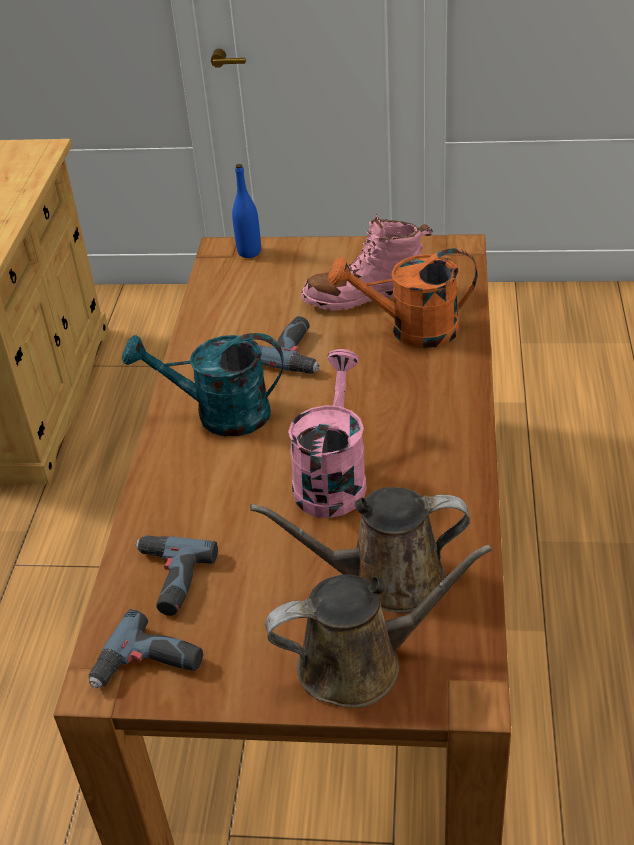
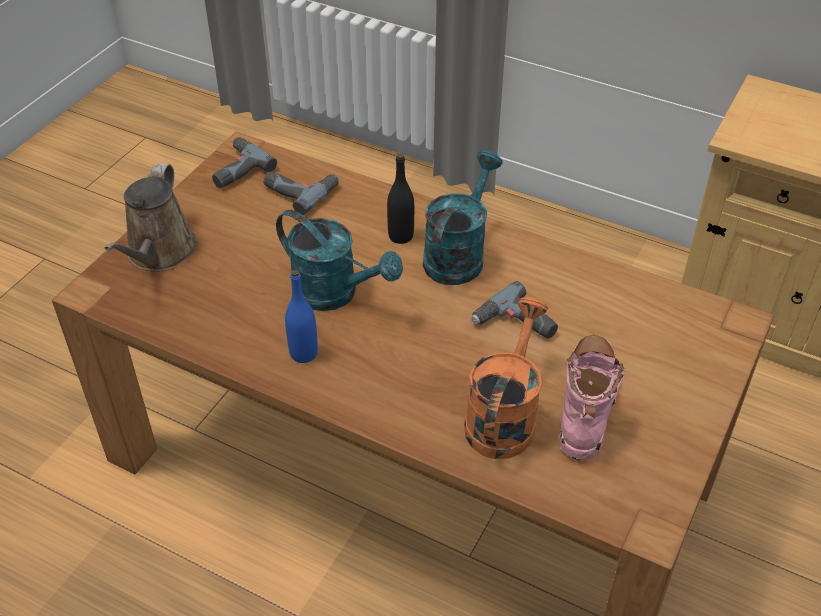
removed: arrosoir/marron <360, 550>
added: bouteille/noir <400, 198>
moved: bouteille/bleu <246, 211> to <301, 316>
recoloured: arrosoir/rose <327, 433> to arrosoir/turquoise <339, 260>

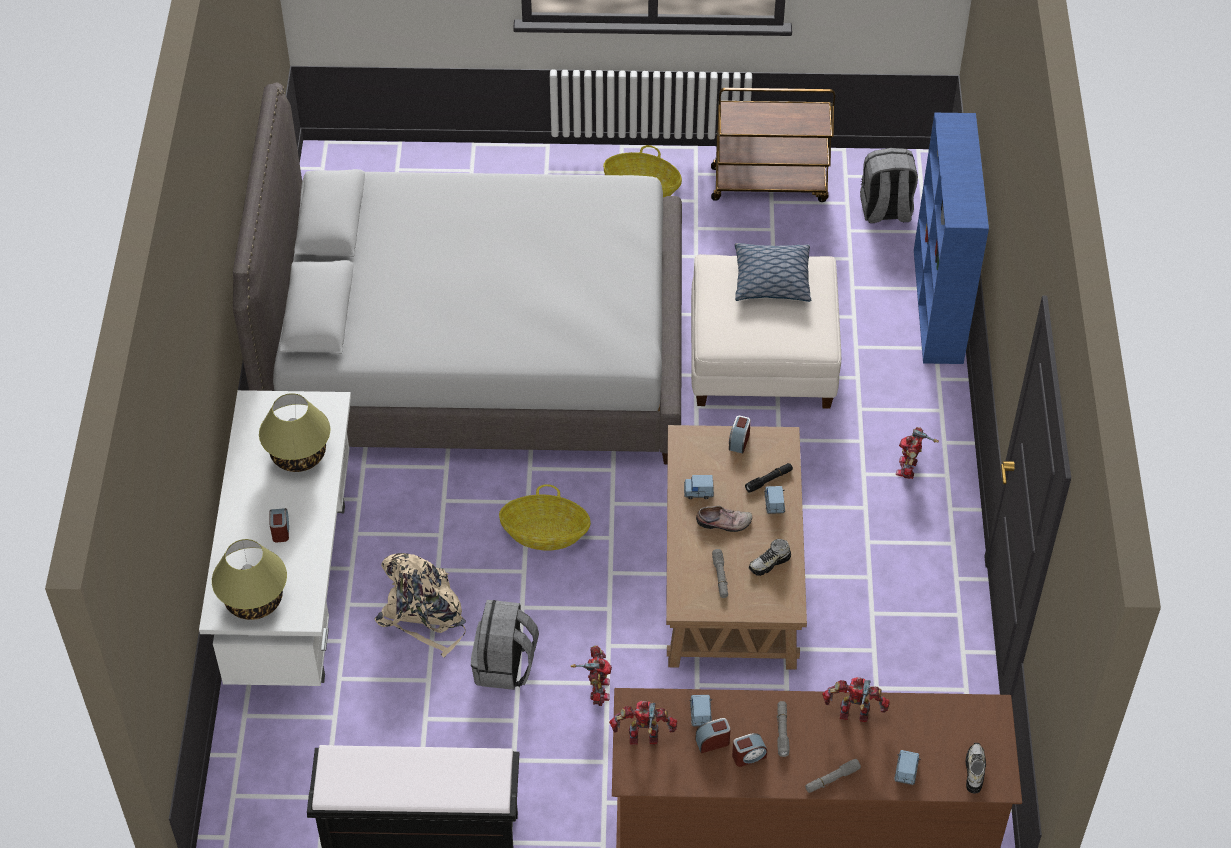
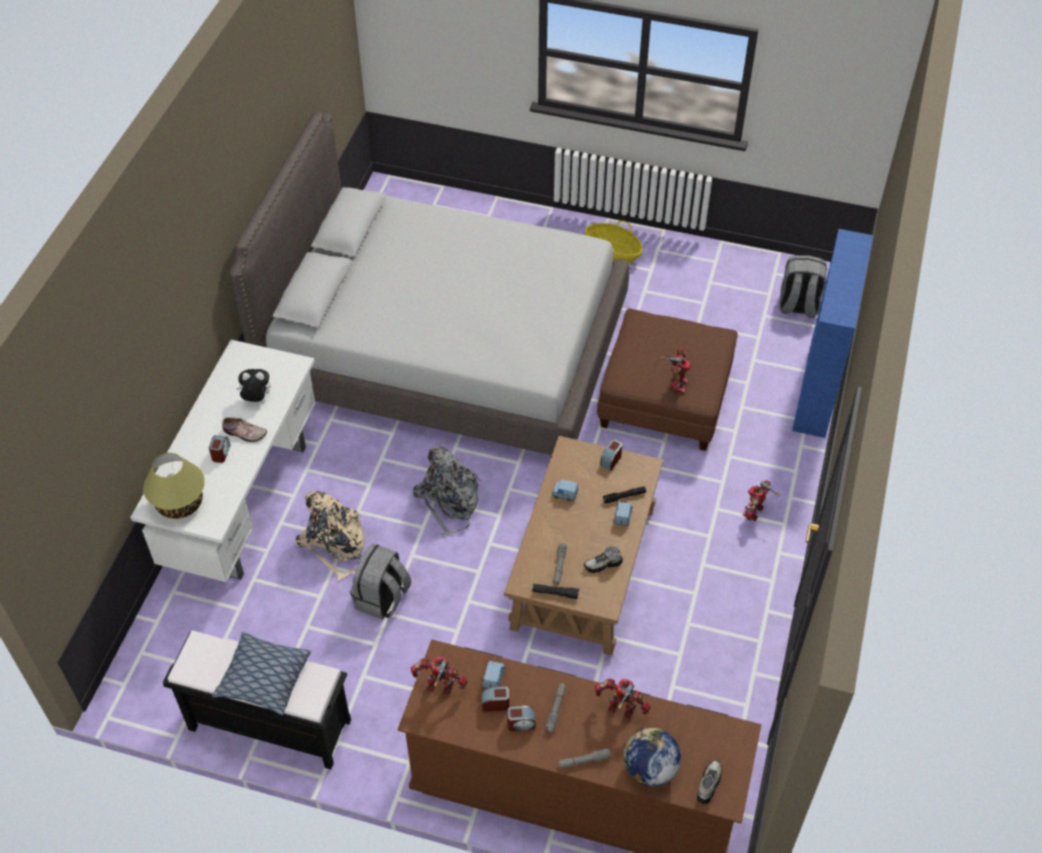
removed: chariot/marron <773, 145>
added: lampe de poche/noir <555, 591>
moved: coussin <773, 272> to <261, 673>; chaussure <724, 519> to <244, 429>; robot jouet <591, 675> to <675, 370>
replaced: lampe de table <294, 432> to peluche <253, 385>; panier <545, 517> to sac à dos/gris <447, 491>; petite voiture/bleu <907, 767> to globe <652, 757>
recoloured: pouf/blanc <766, 331> to pouf/marron <667, 380>

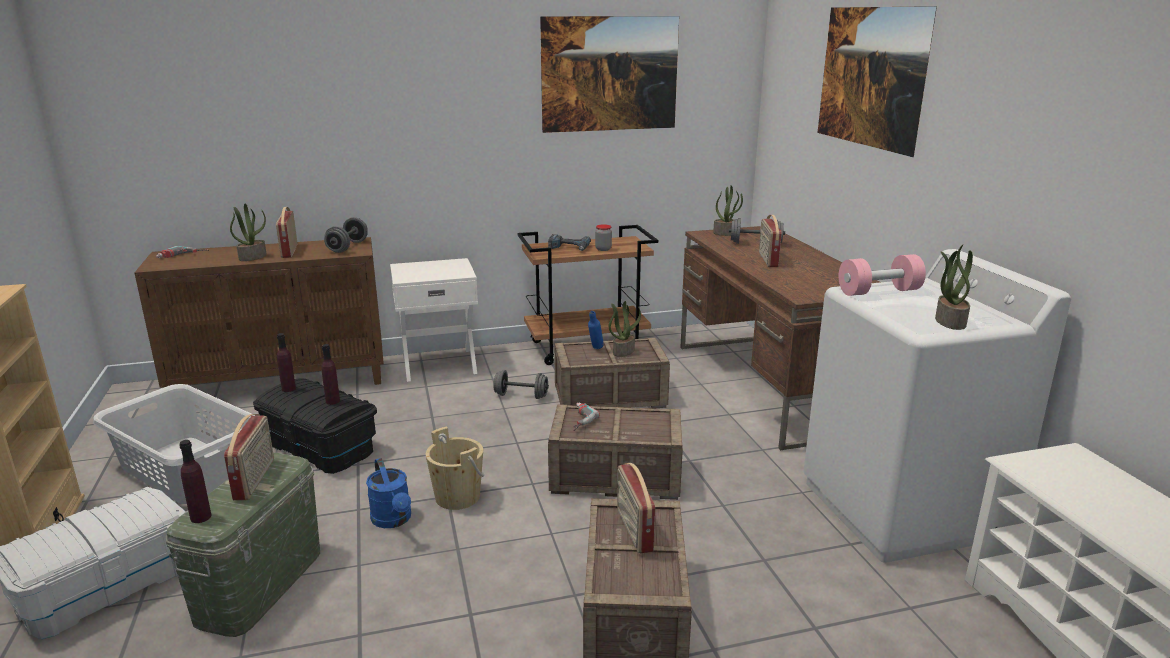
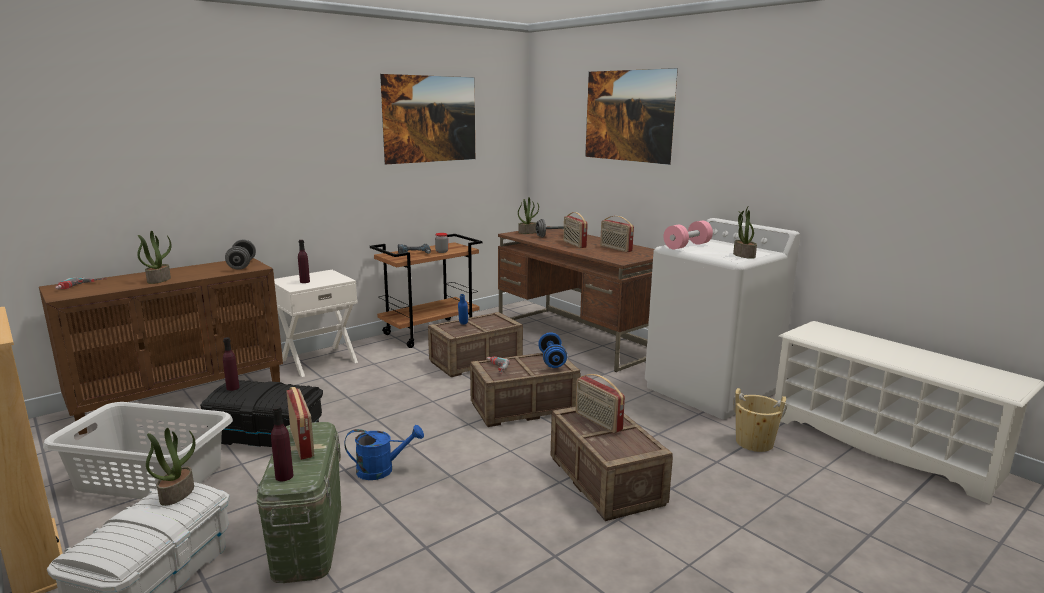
removed: haltère/gris <521, 384>
added: haltère/bleu <552, 350>
moved: radio <287, 232> to <617, 234>; plante en pot <625, 329> to <171, 467>; bouteille/violet <330, 374> to <304, 261>; seau/beige <454, 468> to <760, 420>
turned: arrosoir/bleu <388, 493> = <384, 452> 45 degrees counterclockwise

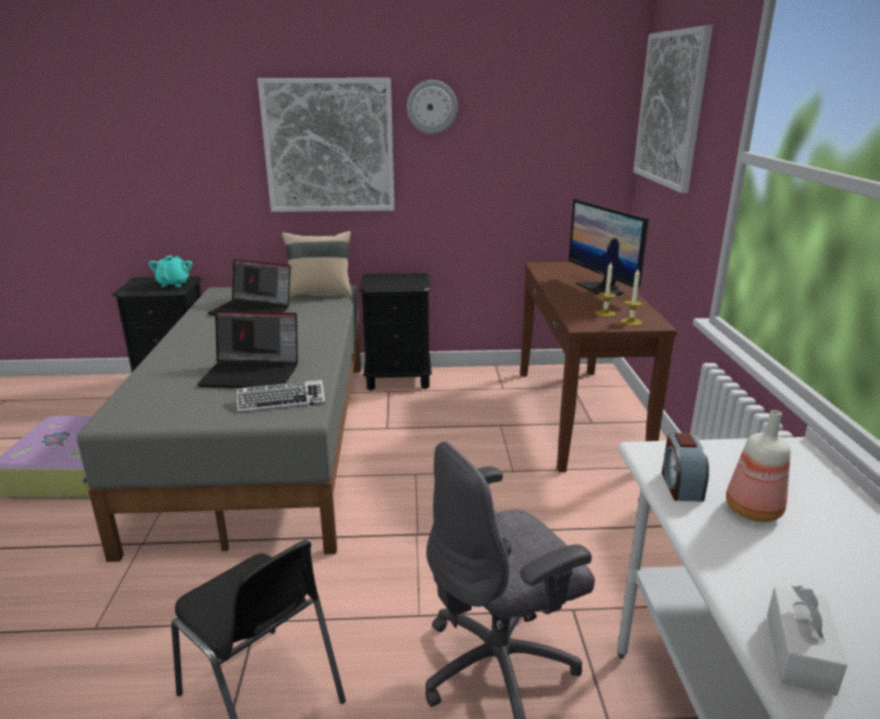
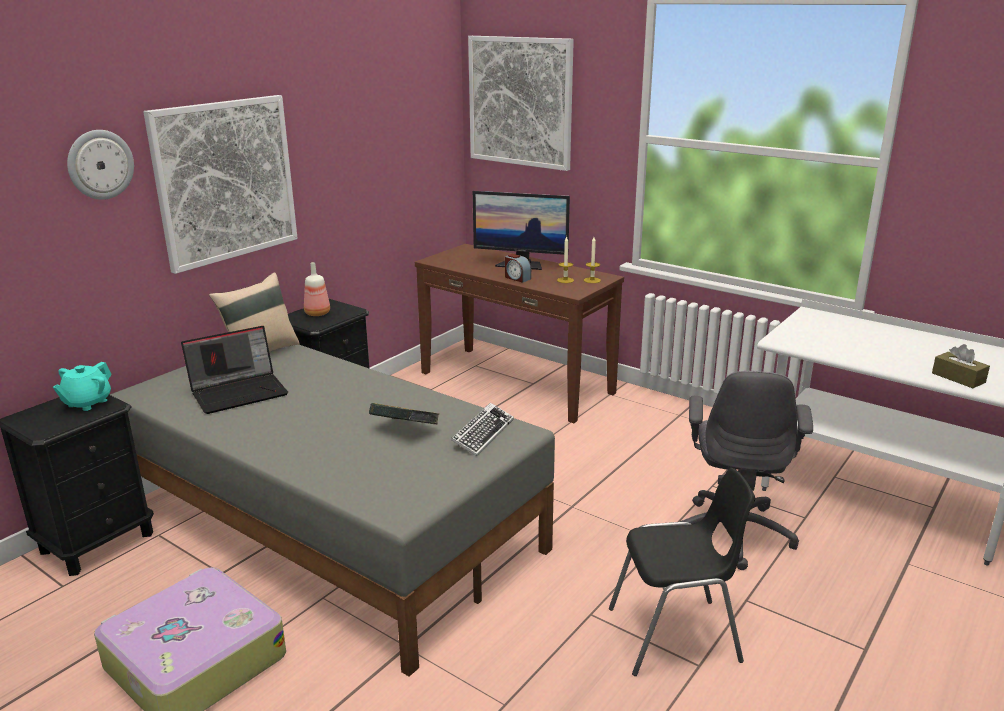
moved: horloge murale <432, 107> to <100, 165>; bouteille <758, 466> to <317, 289>; réveil <685, 467> to <518, 268>
replaced: ordinateur portable <247, 349> to livre <404, 413>
recoloured: boîte à mouchoirs/blanc <807, 641> to boîte à mouchoirs/marron <961, 366>
turned: théière/turquoise <170, 271> = <82, 386> 105 degrees counterclockwise

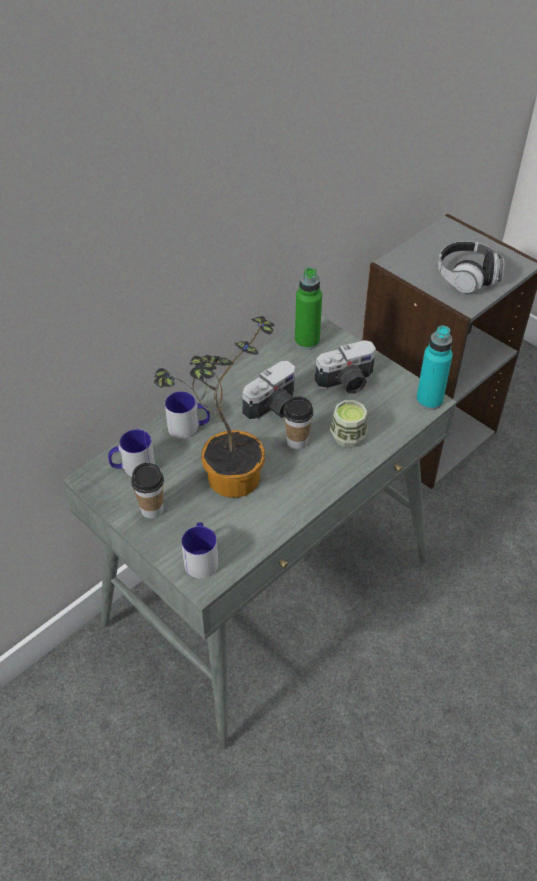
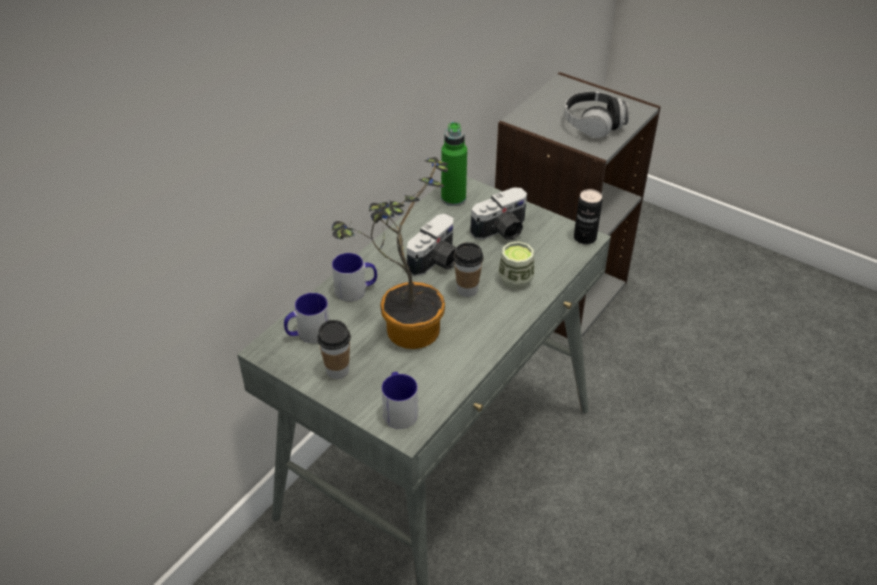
replaced: bouteille/turquoise <434, 367> to boîte métallique <588, 216>

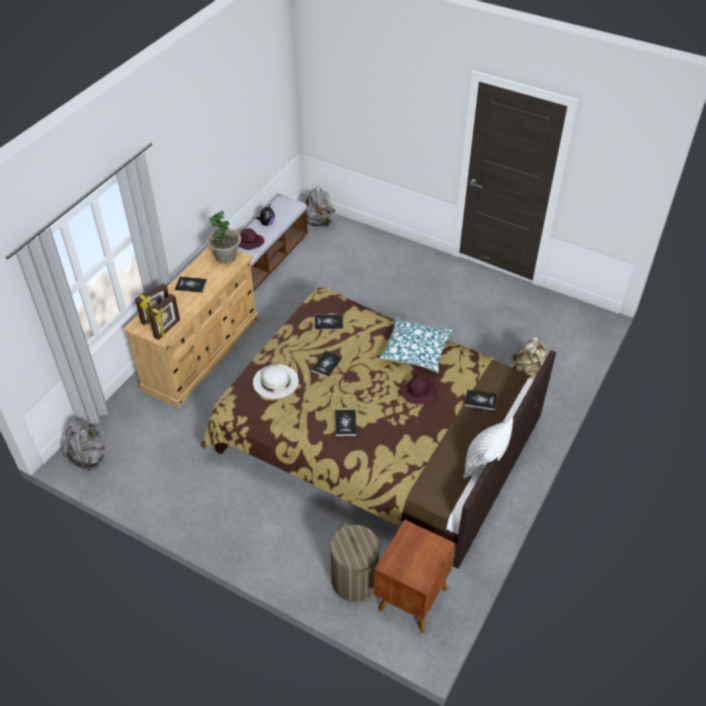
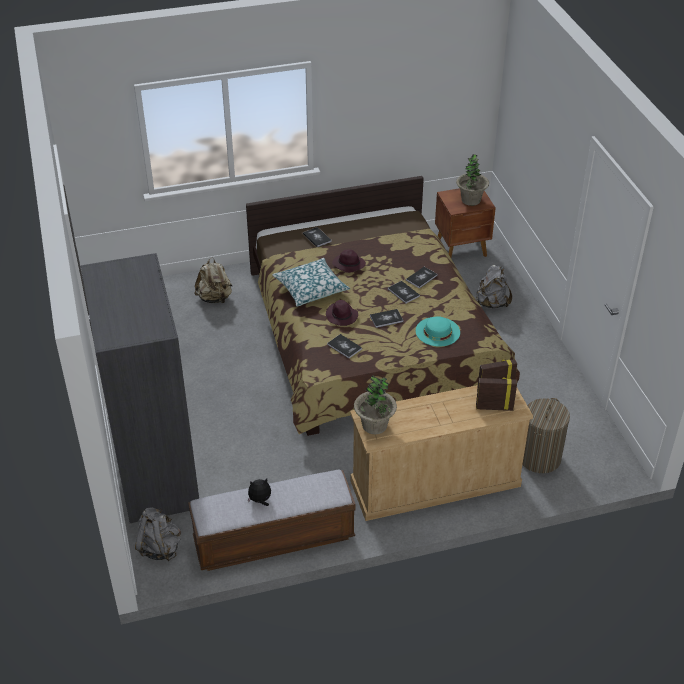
removed: coussin/blanc <488, 448>
added: plante en pot <472, 180>; armoire/gris <140, 388>
moved: chapeau/violet <251, 239> to <342, 313>; livre <191, 284> to <404, 292>; sac à dos/gris <83, 446> to <494, 286>; panier à linge <355, 562> to <546, 435>
recoloured: chapeau/blanc <276, 381> to chapeau/turquoise <438, 331>

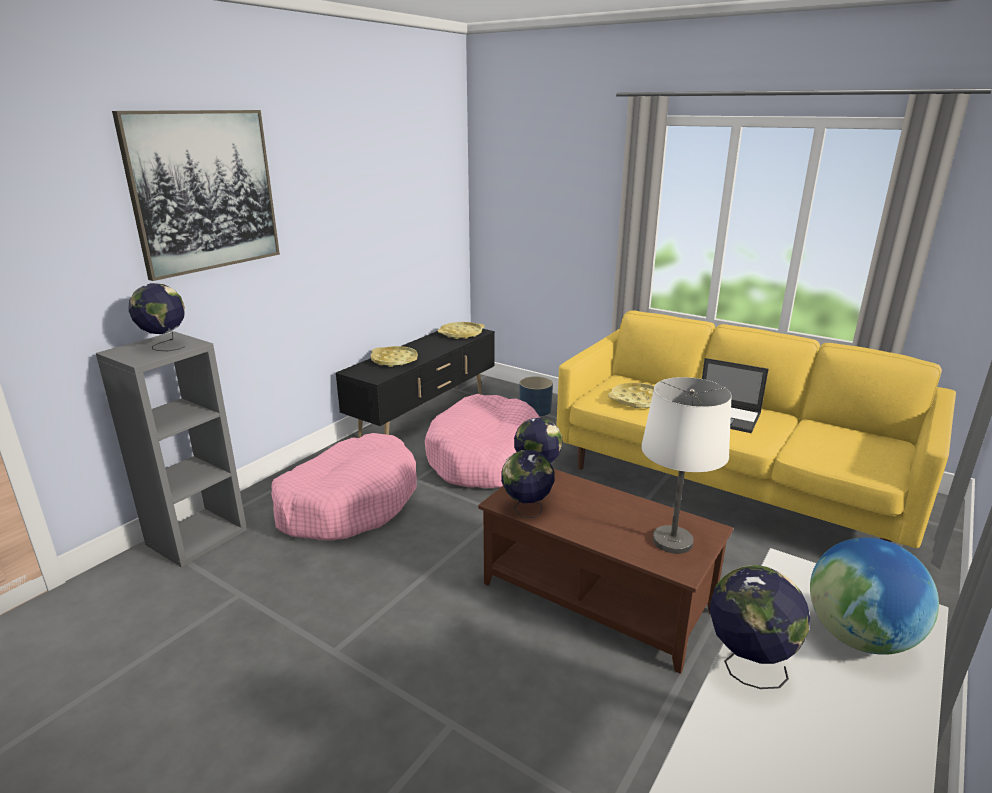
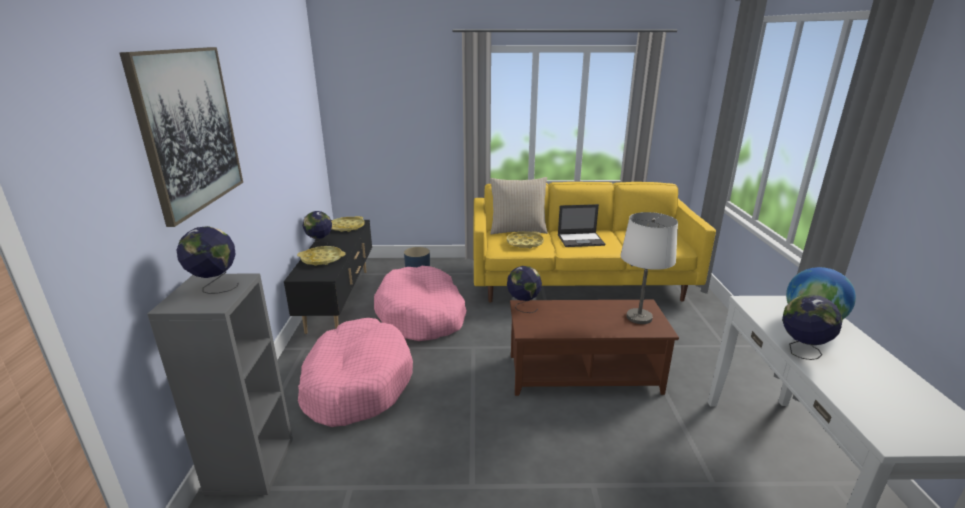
added: coussin/beige <519, 205>
moved: globe <528, 484> to <317, 229>

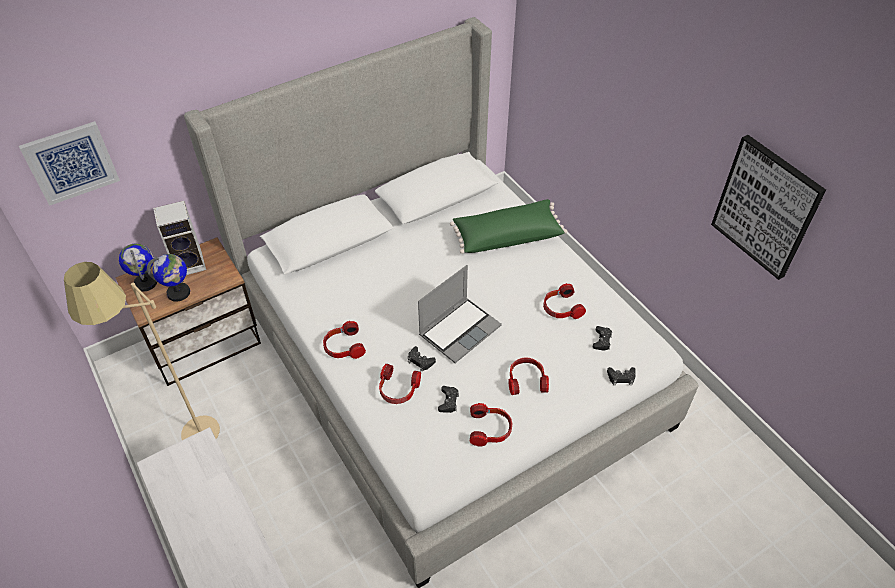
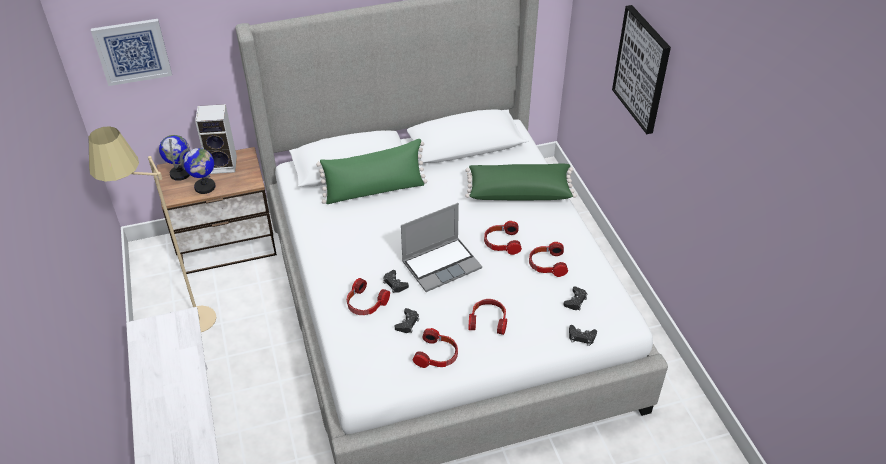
added: coussin/vert <372, 171>
moved: tableau <768, 207> to <641, 69>; casque audio <344, 340> to <503, 238>

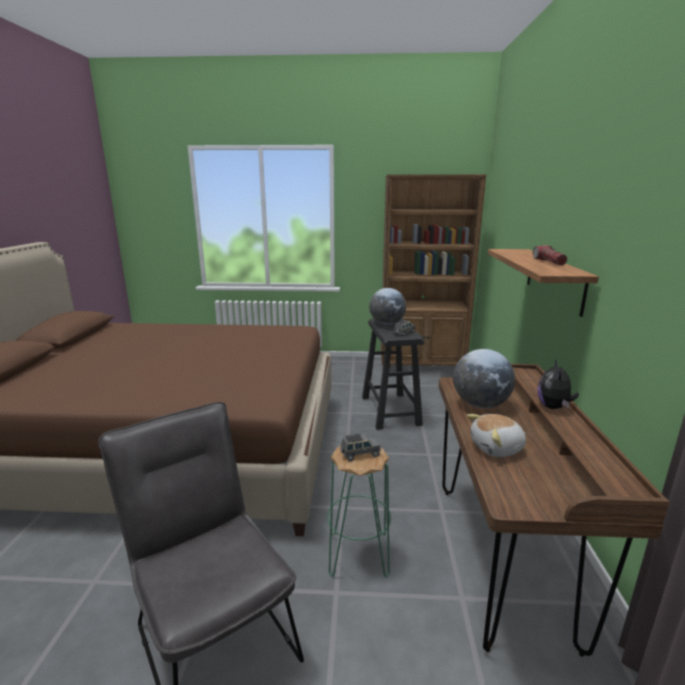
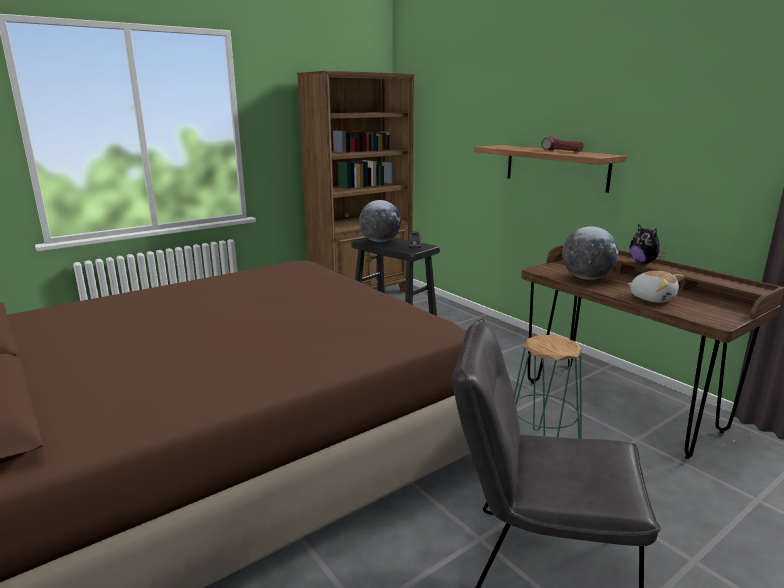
removed: petite voiture/gris <360, 447>
turned: peluche <496, 435> = <655, 287> 75 degrees counterclockwise

